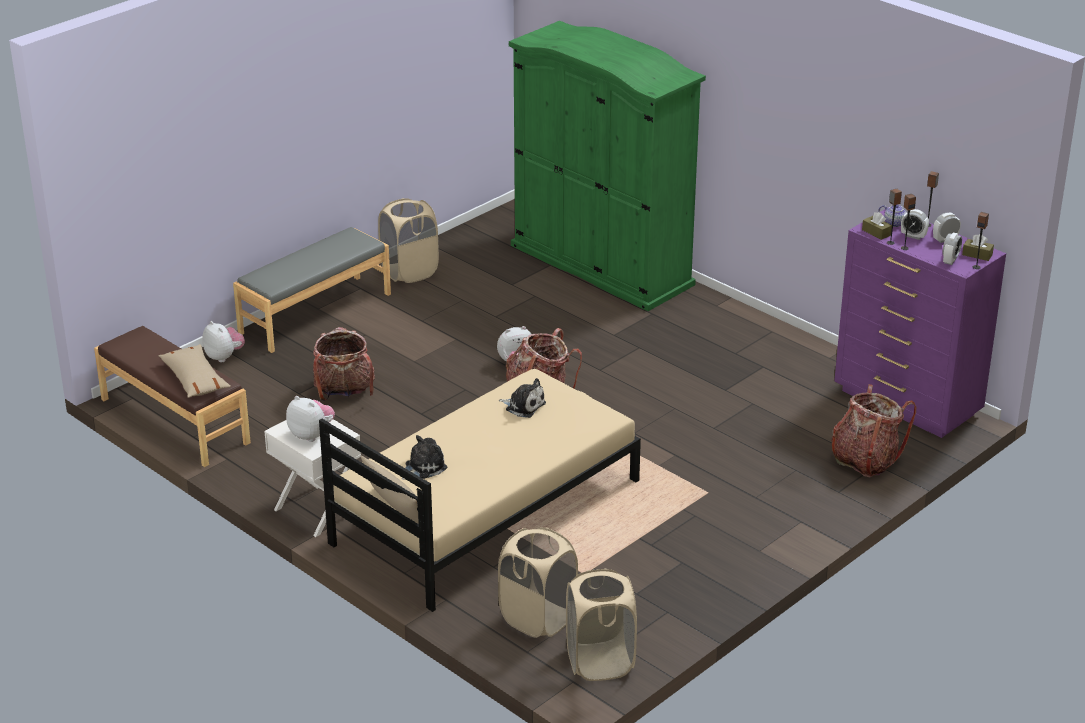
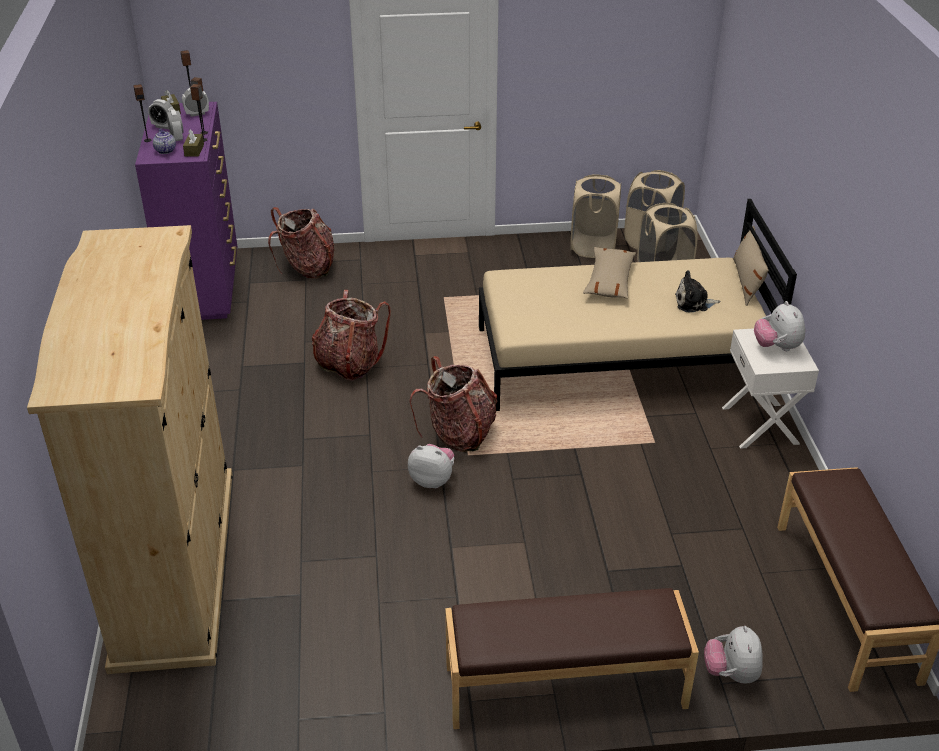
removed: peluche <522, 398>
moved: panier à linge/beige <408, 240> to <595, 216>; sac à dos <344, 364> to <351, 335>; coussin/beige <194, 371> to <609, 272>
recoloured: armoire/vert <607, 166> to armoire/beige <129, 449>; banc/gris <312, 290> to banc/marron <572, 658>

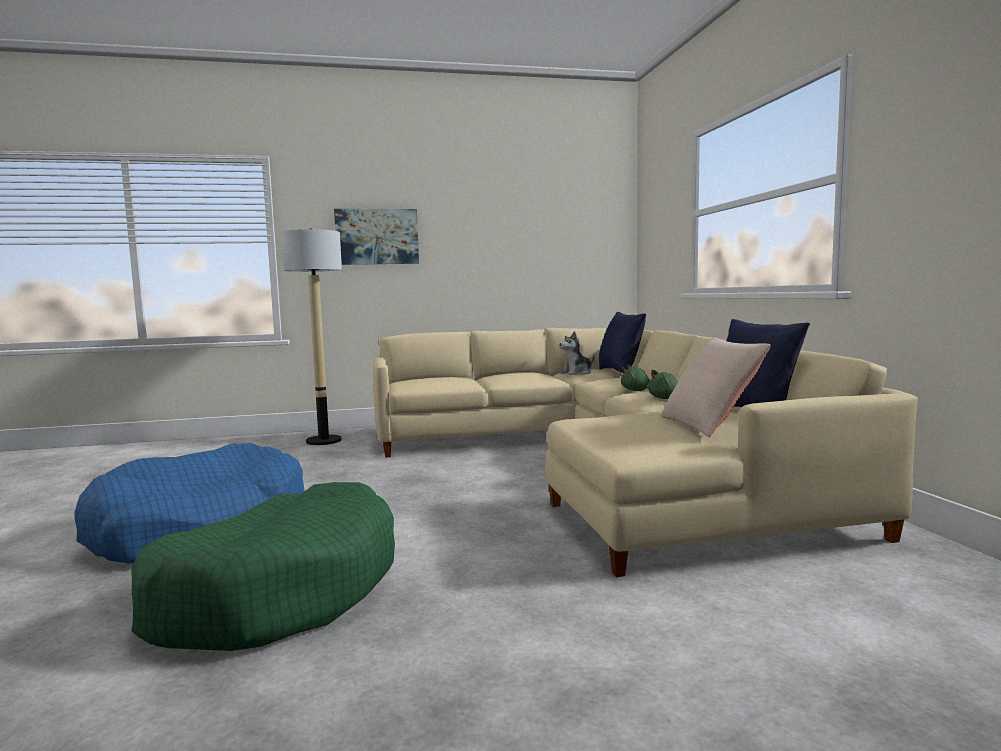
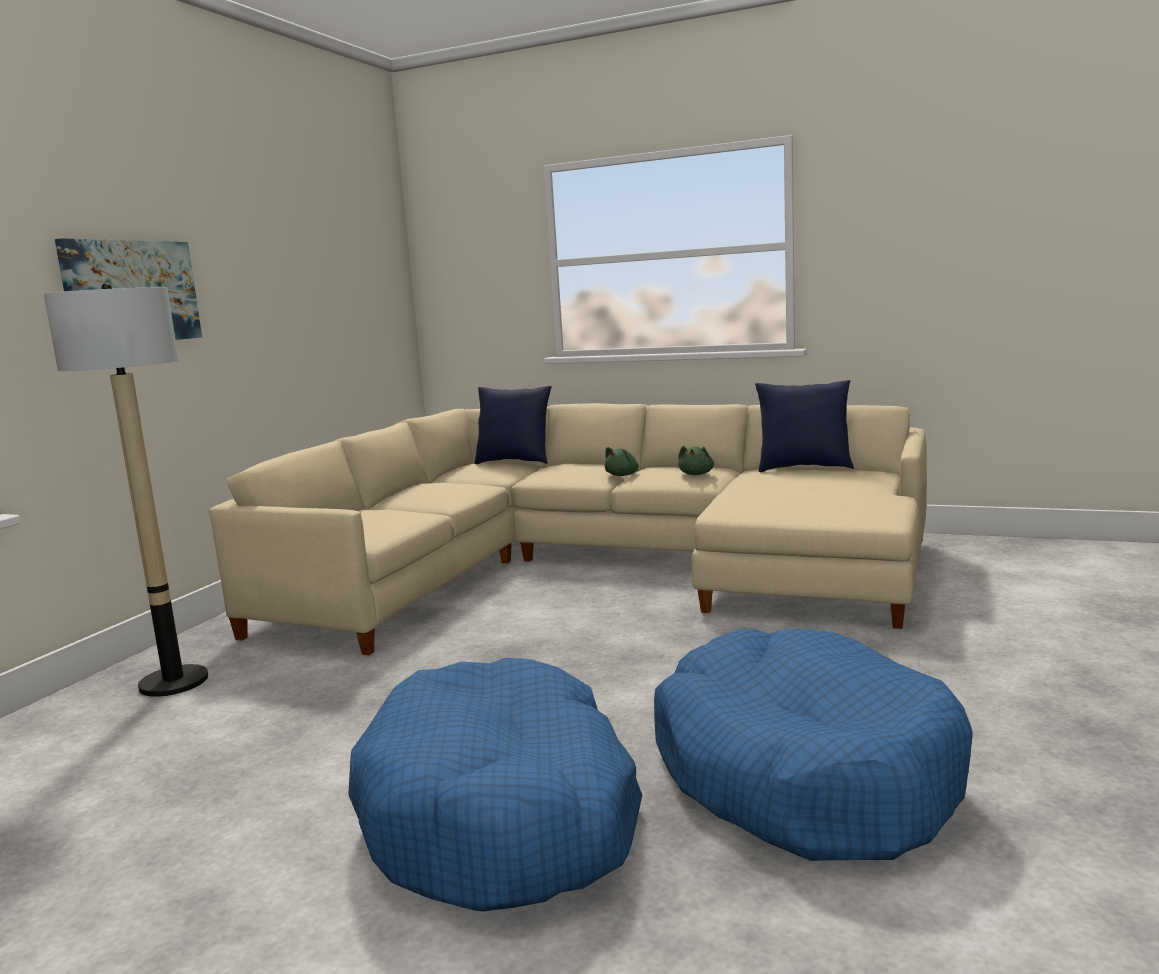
removed: peluche <577, 353>; coussin/beige <716, 387>
recoloured: panier pour chien/vert <263, 566> to panier pour chien/bleu <813, 744>

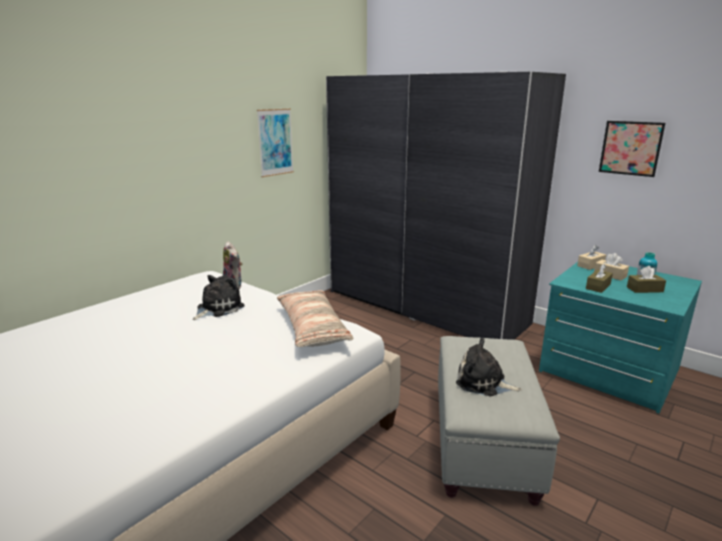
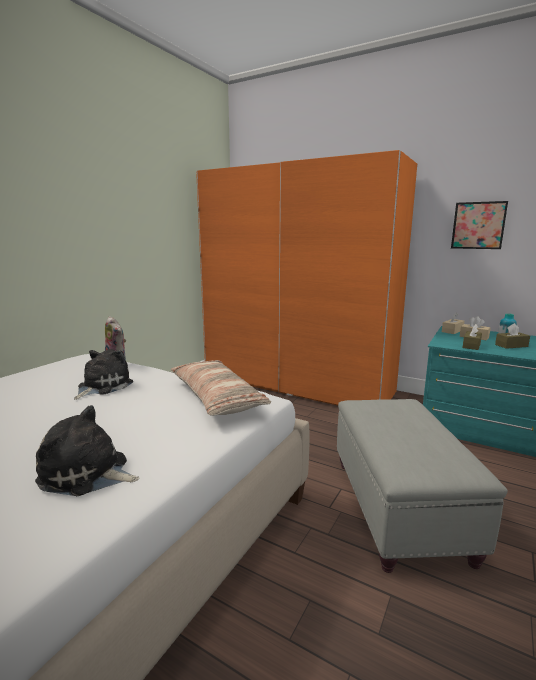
removed: tableau <275, 143>
moved: peluche <489, 367> to <87, 450>
recoloured: armoire/gris <446, 205> to armoire/orange <306, 278>

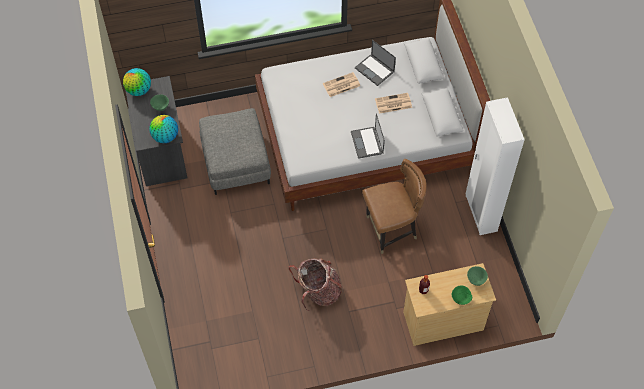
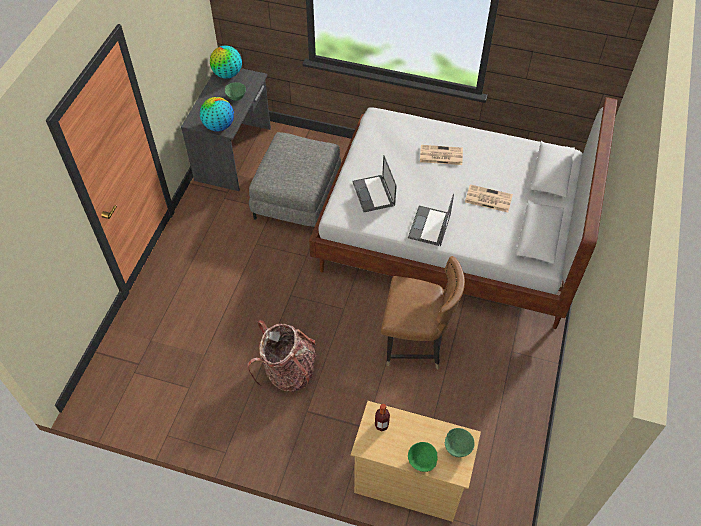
removed: armoire/blanc <495, 166>
moved: ordinateur portable <375, 63> to <375, 183>

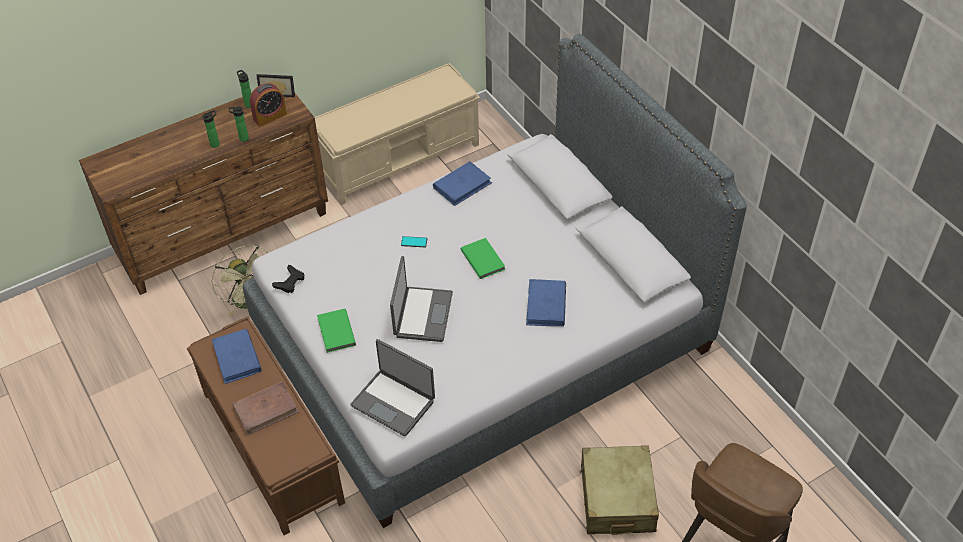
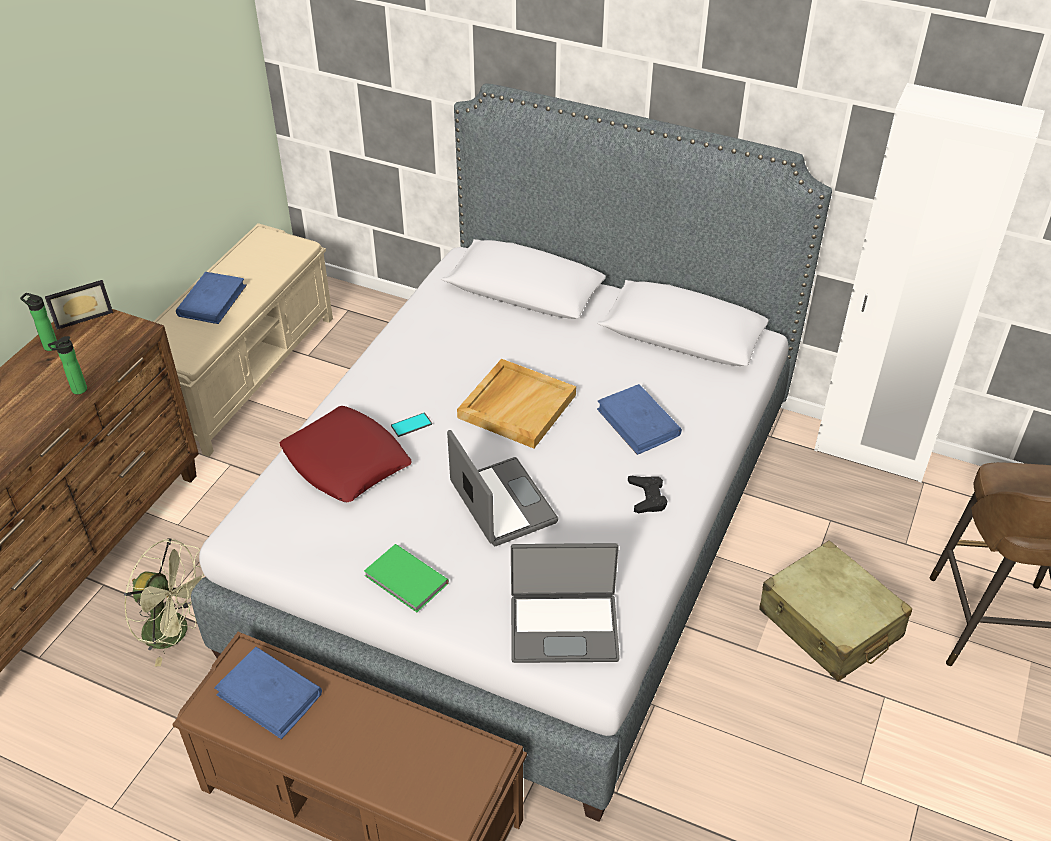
removed: réveil <268, 105>; bouteille <211, 129>; livre/marron <265, 408>
added: armoire/blanc <929, 282>; coussin/rouge <346, 454>
moved: livre/bleu <462, 183> to <211, 298>; manette/noir <288, 279> to <647, 494>
replaced: livre/vert <483, 258> to plateau/beige <516, 404>

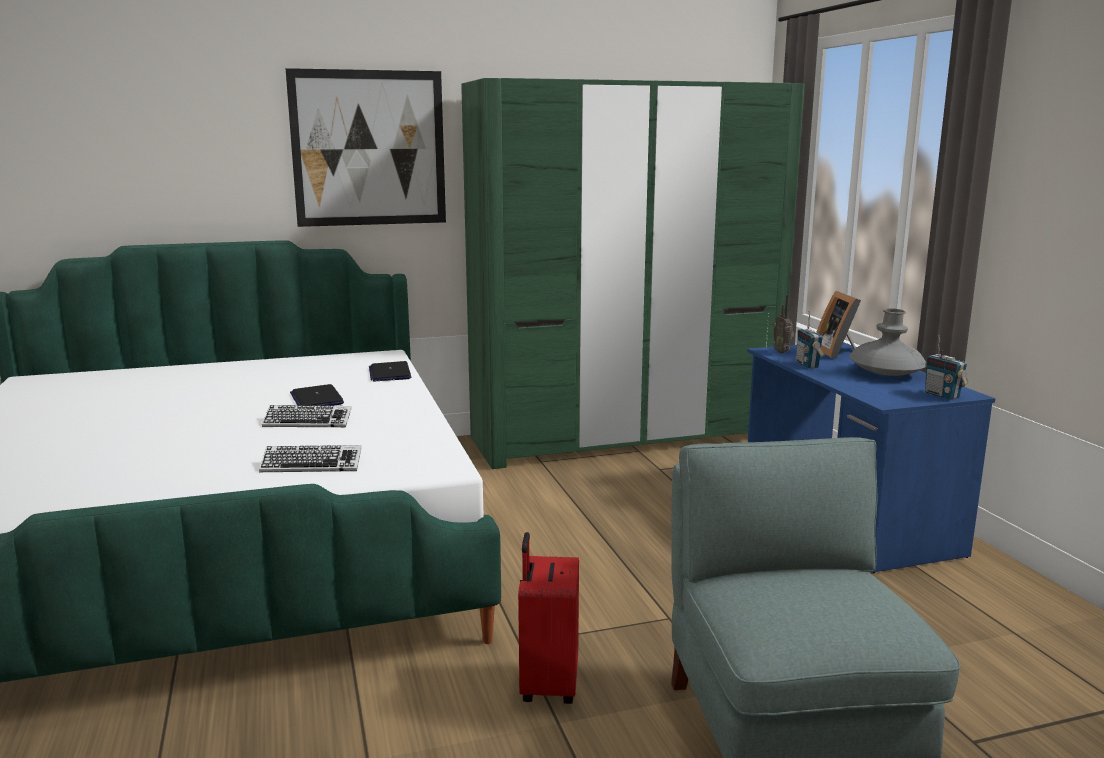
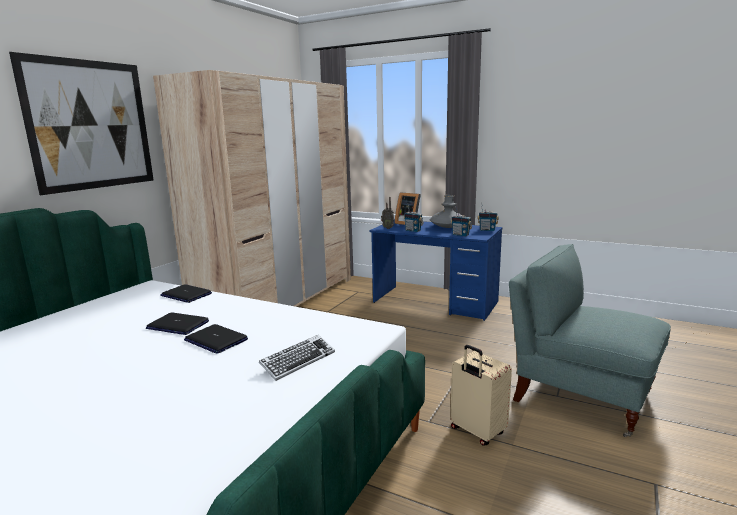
added: radio <461, 221>
replaced: clavier <307, 416> to ordinateur portable <216, 339>
recoloured: armoire/vert <633, 273> to armoire/beige <252, 188>; valise/rouge <548, 618> to valise/beige <481, 395>

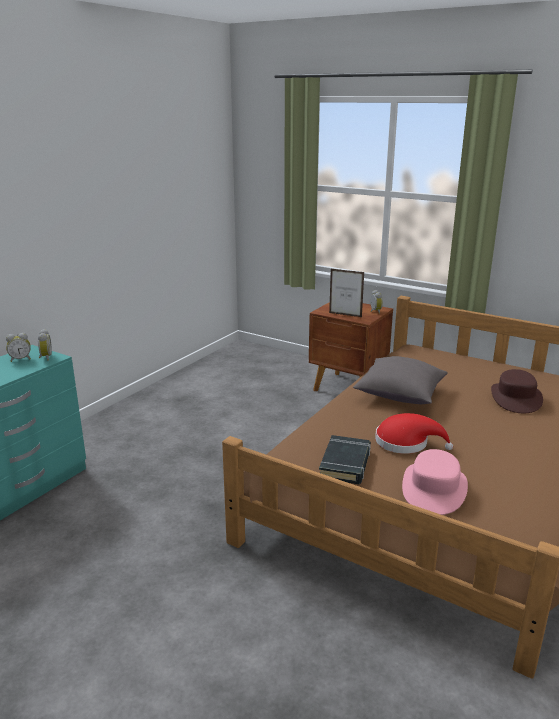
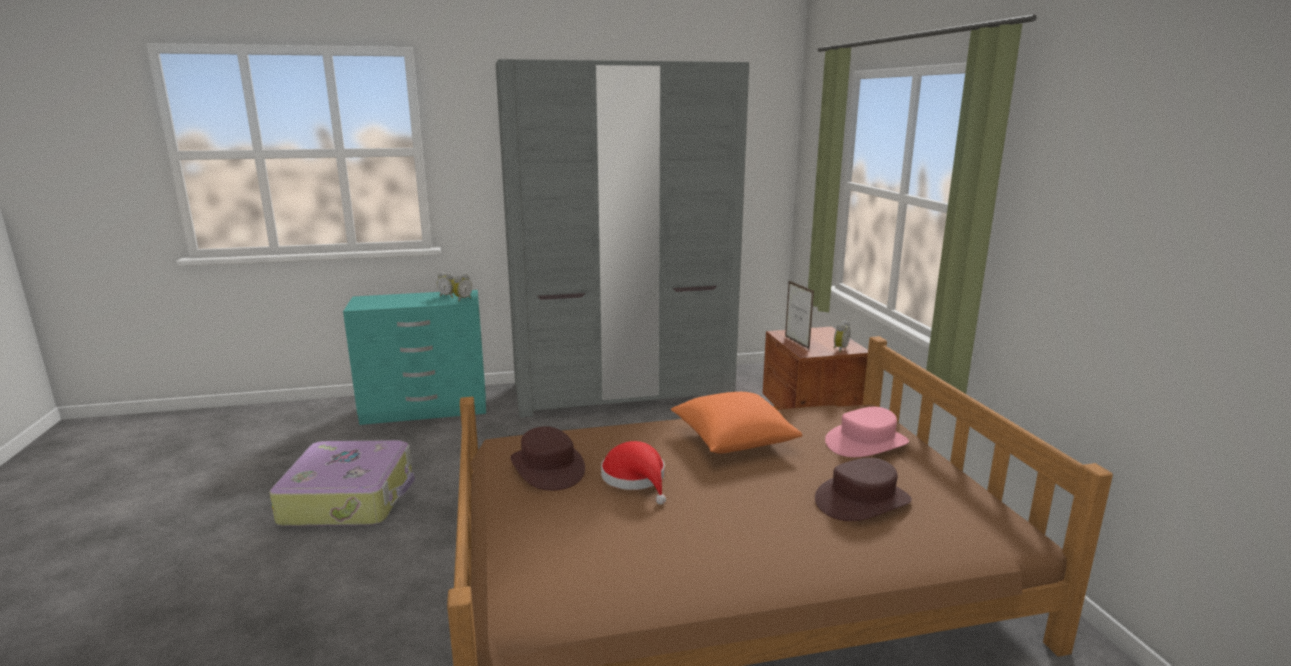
added: armoire/gris <622, 238>; valise <342, 483>
moved: chapeau/rose <435, 482> to <867, 432>
replaced: livre/noir <345, 459> to chapeau/marron <548, 458>
recoloured: coussin/gris <400, 380> to coussin/orange <737, 423>

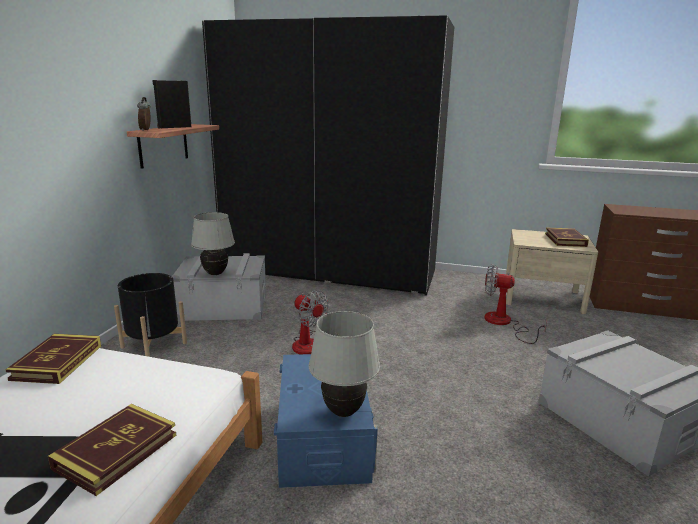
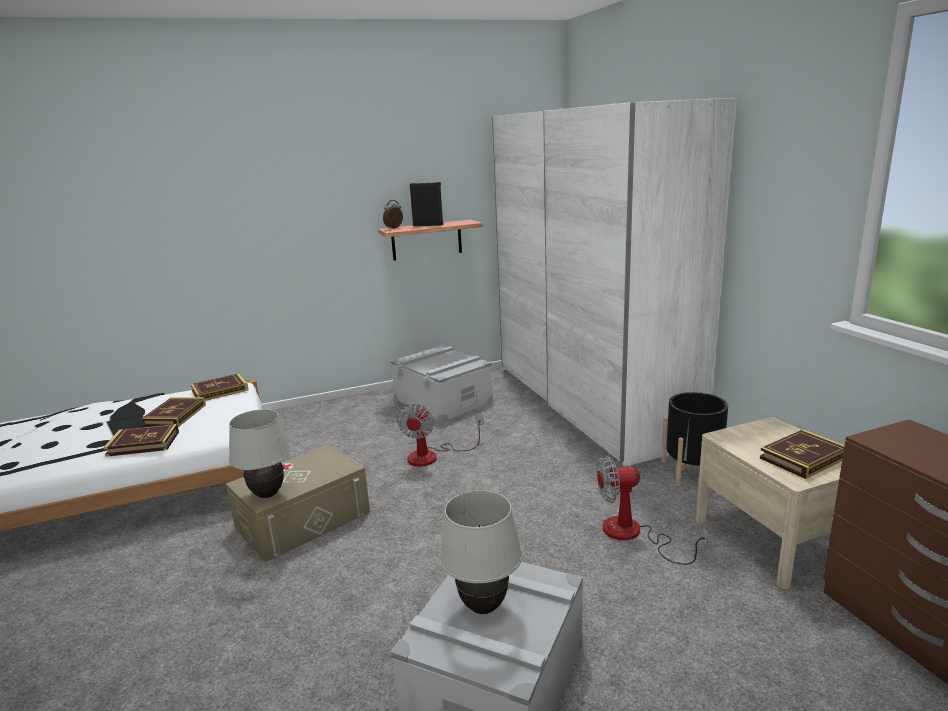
added: livre <173, 412>
moved: lampe de table/blanc <213, 243> to <480, 552>; cache-pot/noir <150, 315> to <694, 439>
recoloured: armoire/noir <328, 155> to armoire/blanc <614, 282>; boîte de rangement/bleu <326, 421> to boîte de rangement/beige <298, 503>
turned: ventilateur <516, 304> = <652, 510> 75 degrees counterclockwise

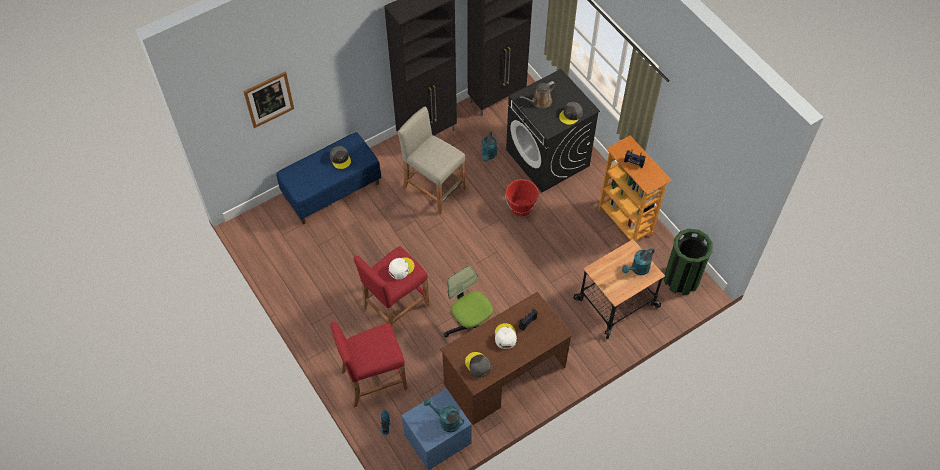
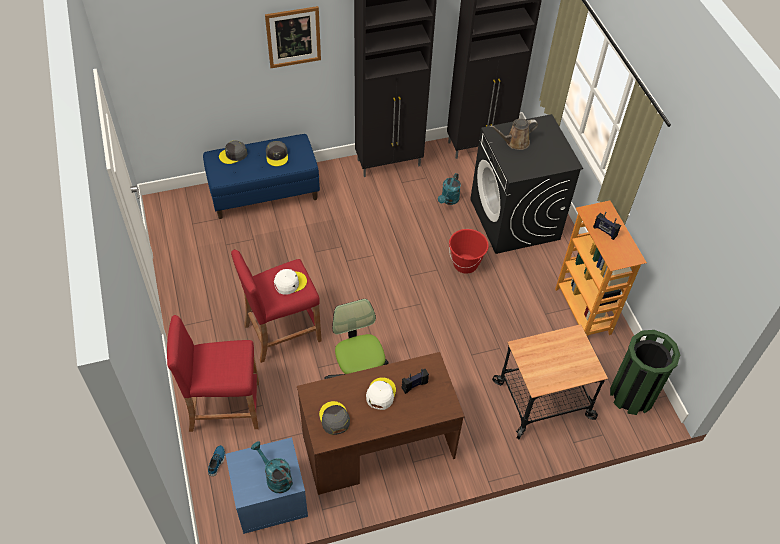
removed: tabouret/beige <431, 161>; arrosoir/turquoise <638, 261>
moved: tableau <268, 100> to <293, 37>; casquette/gris <571, 113> to <233, 152>

